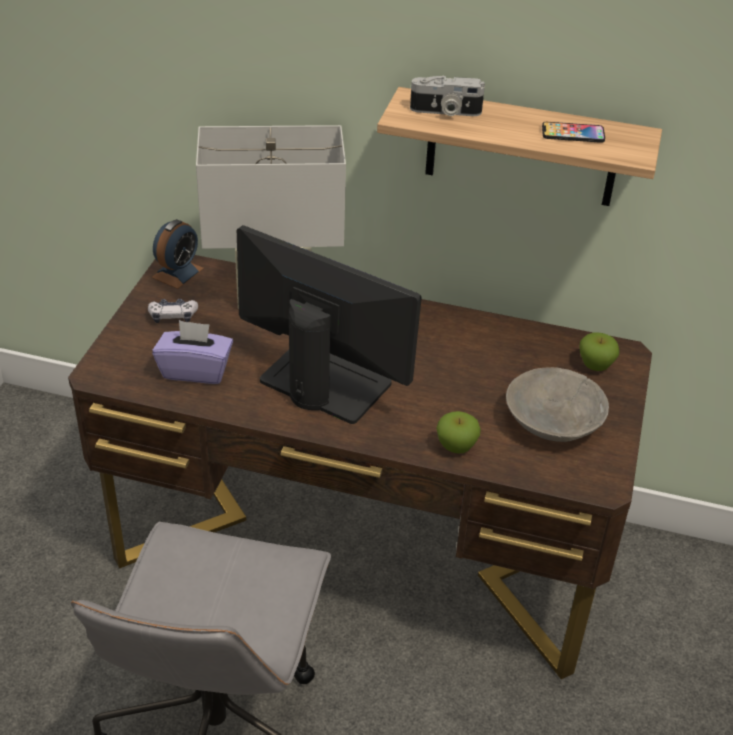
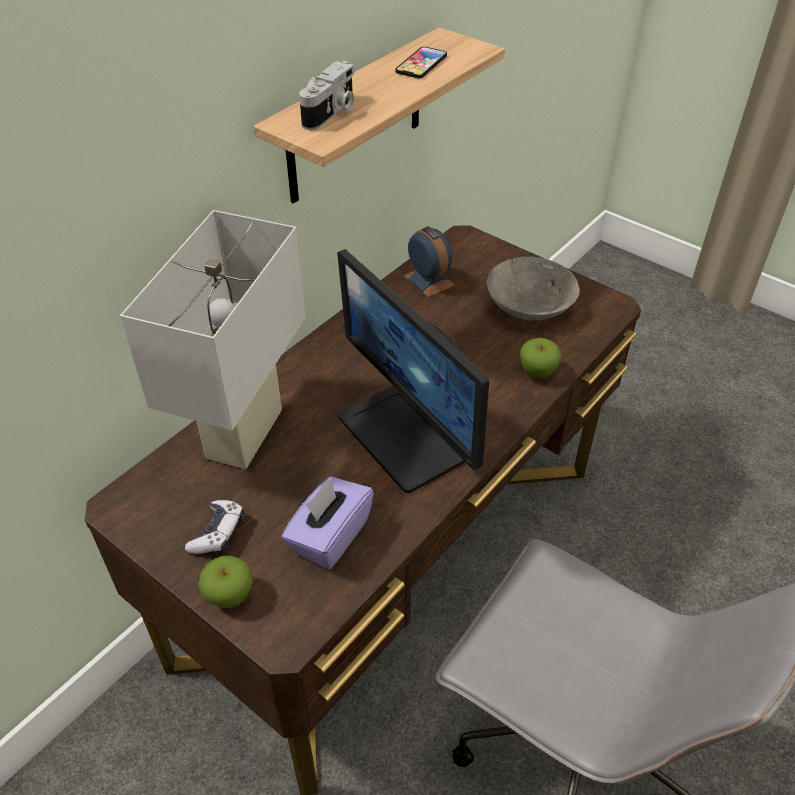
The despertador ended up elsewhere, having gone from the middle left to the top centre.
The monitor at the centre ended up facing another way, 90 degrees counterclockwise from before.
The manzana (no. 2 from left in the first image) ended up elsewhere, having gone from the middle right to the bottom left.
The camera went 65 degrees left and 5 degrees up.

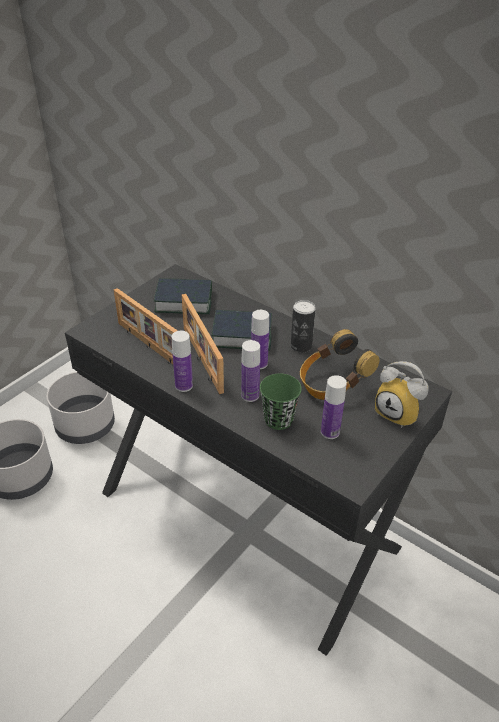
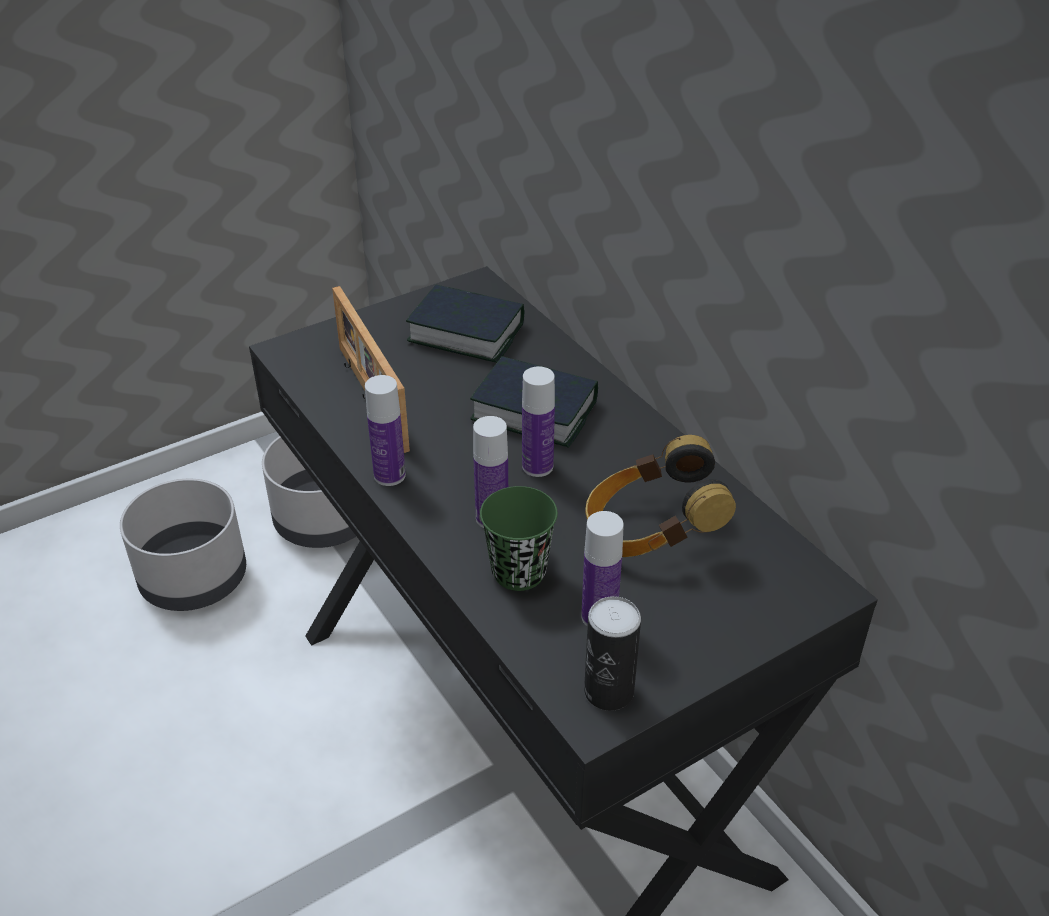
The second view lost the portarretratos (no. 2 from left) at the centre.
The lata ended up elsewhere, having gone from the centre to the bottom centre.
The second view lost the despertador at the middle right.
The camera went 20 degrees right and 0 degrees up.

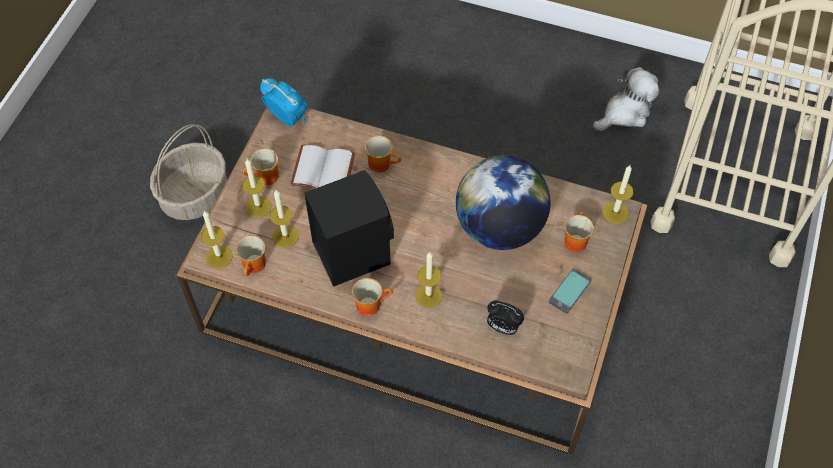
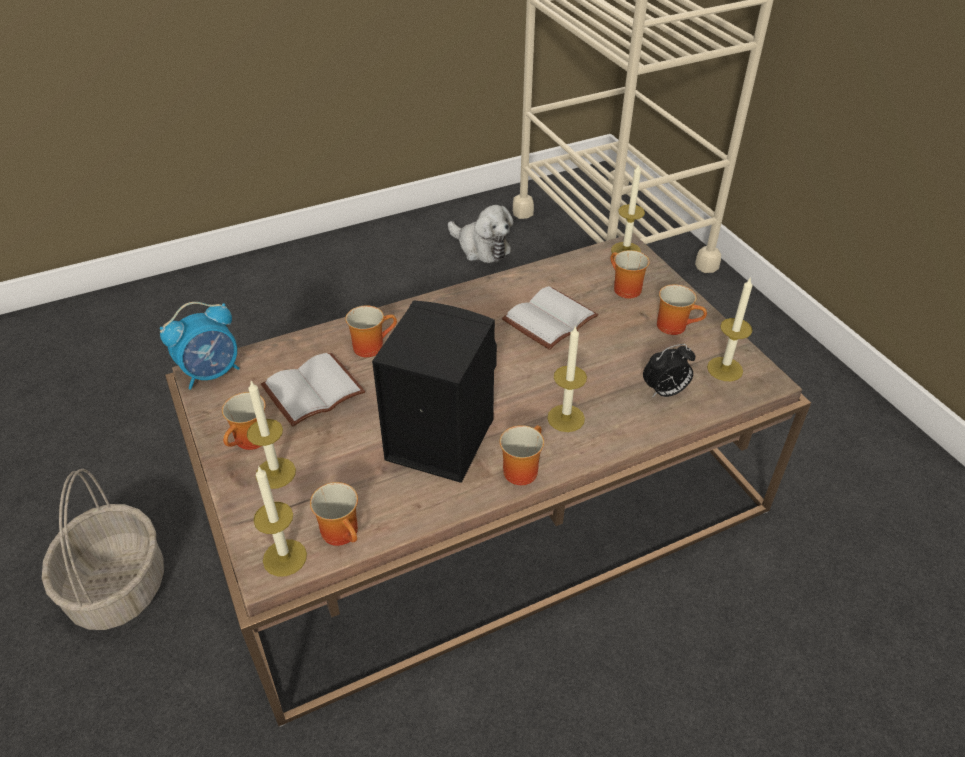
The peluche at the top right ended up facing another way, 120 degrees clockwise from before.
The despertador (no. 1 from left) at the top centre ended up facing another way, 150 degrees clockwise from before.
Where the globo terráqueo stood at the centre, the libro [blanco] (no. 2 from left) came to stand at the centre.
The vela (no. 3 from left in the first image) ended up elsewhere, having gone from the centre to the middle right.
Where the móvil stood at the middle right, the taza grande (no. 6 from left) came to stand at the middle right.
The camera went 45 degrees left and 15 degrees down.

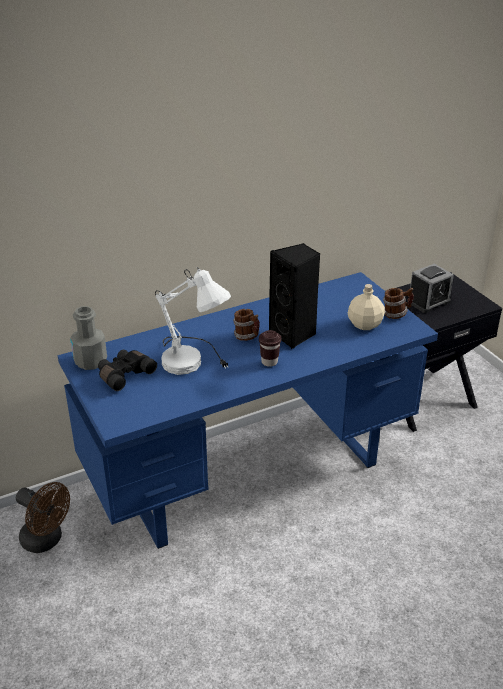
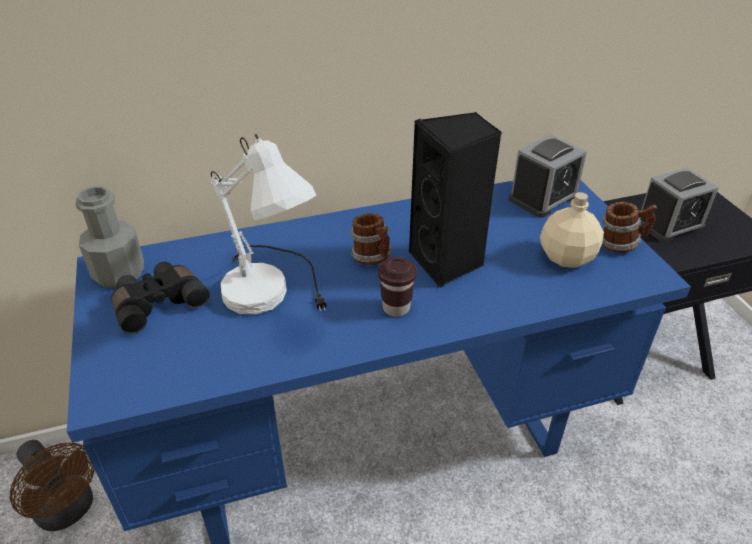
The second view gained the despertador (no. 1 from left) at the top right.
The camera went 10 degrees right and 5 degrees up.

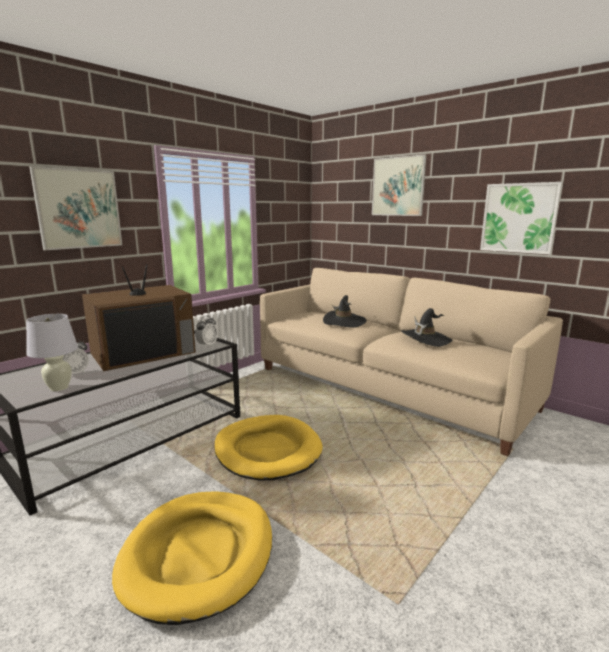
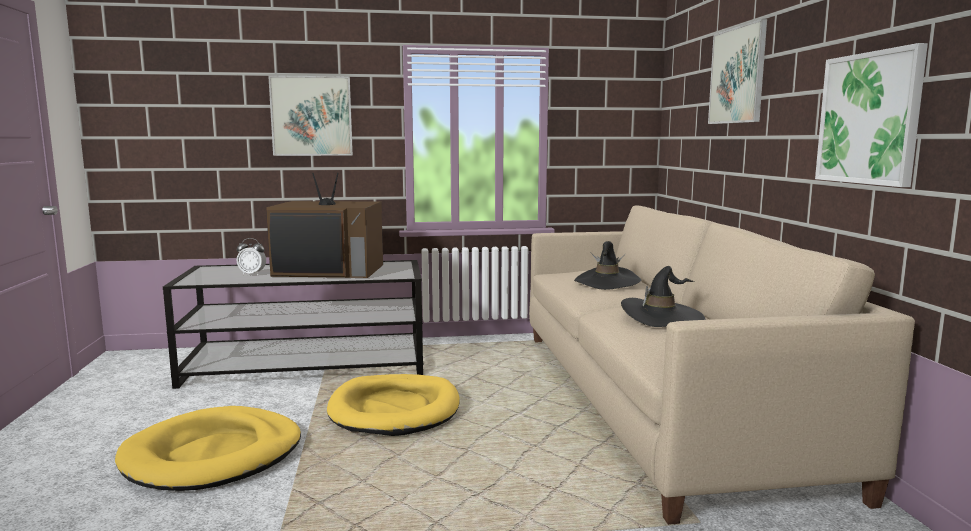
The second view lost the lámpara de mesa [blanco] at the middle left.
The second view lost the despertador (no. 2 from left) at the centre.
The camera went 40 degrees right and 5 degrees down.

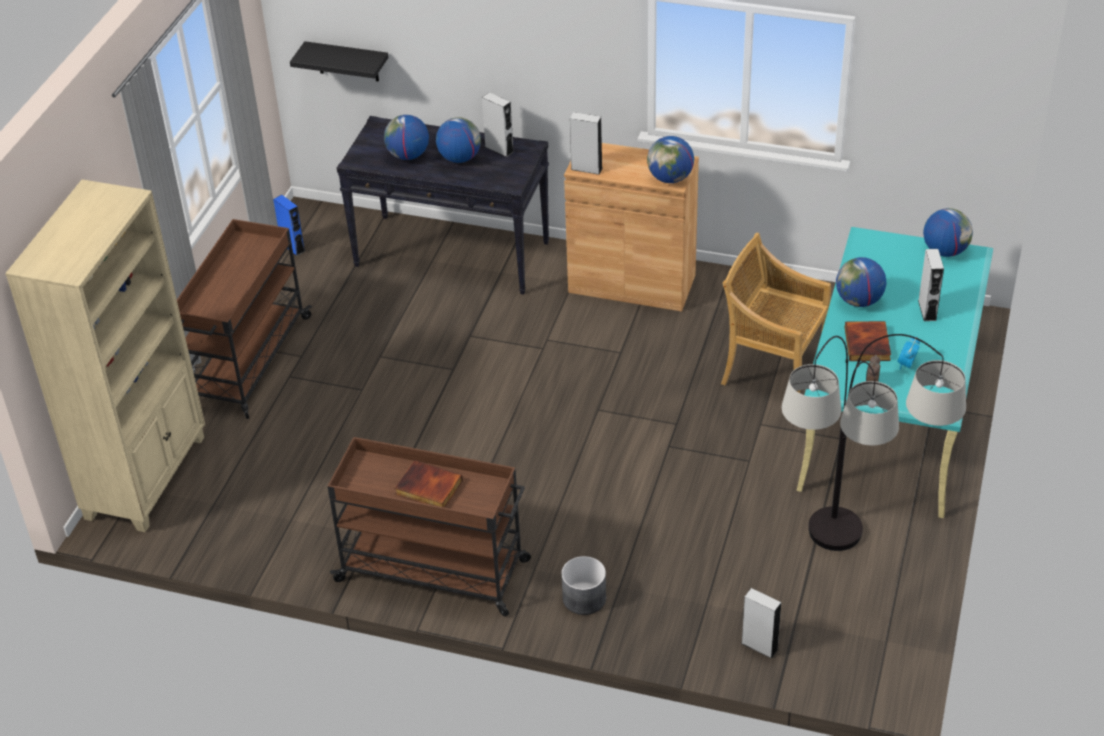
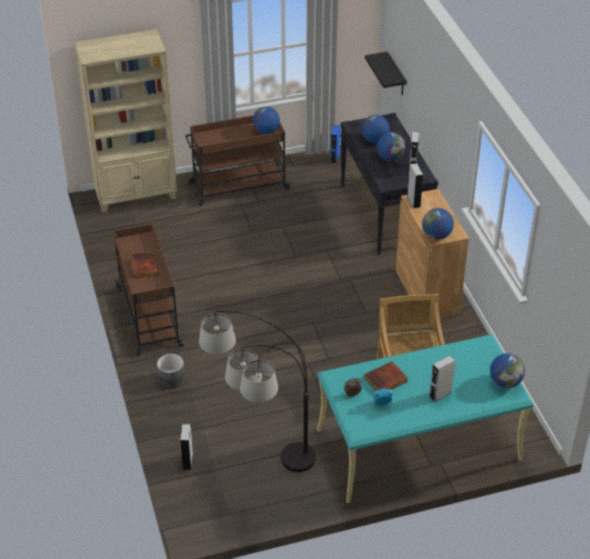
The globo terráqueo (no. 4 from left in the first image) ended up elsewhere, having gone from the middle right to the top centre.
The camera went 55 degrees right and 0 degrees up.

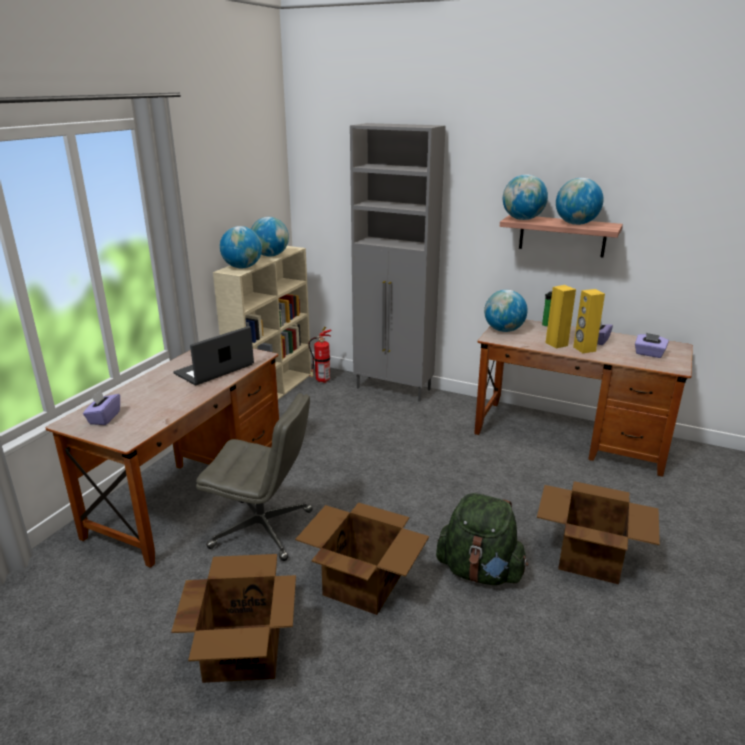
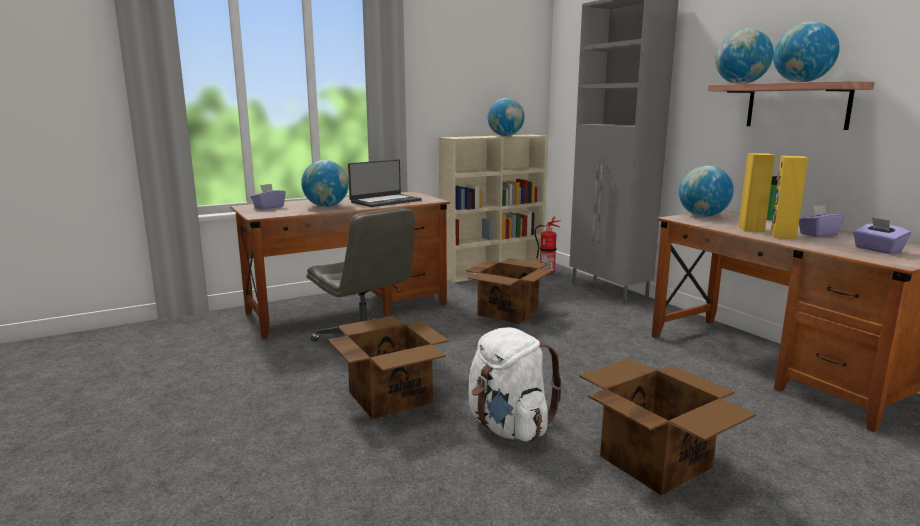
The globo terráqueo (no. 1 from left) ended up elsewhere, having gone from the top left to the centre.
The portátil at the middle left ended up facing another way, 150 degrees clockwise from before.
What was the mochila [verde] at the bottom centre turned into the mochila [blanco] at the bottom centre.
The caja de cartón (no. 1 from left in the first image) ended up elsewhere, having gone from the bottom left to the centre.
The camera went 35 degrees right and 10 degrees down.

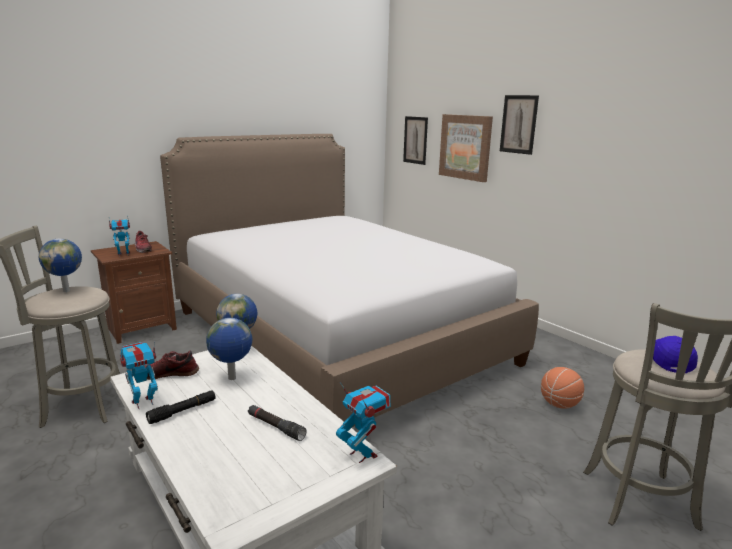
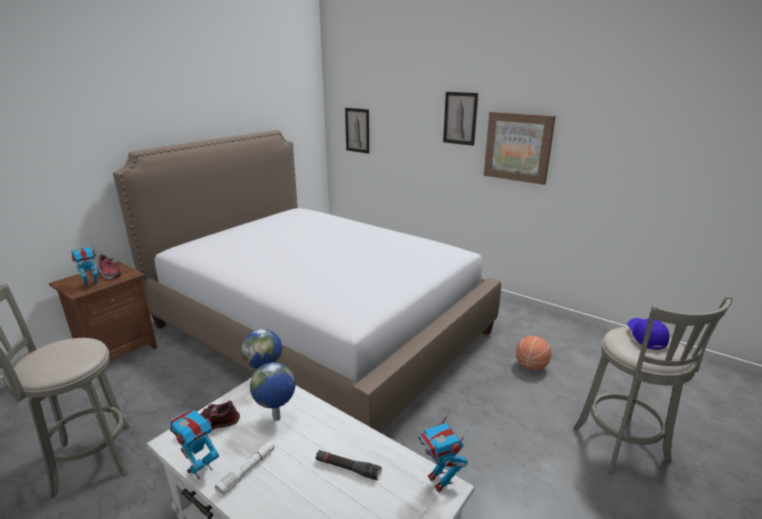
The cuadro (no. 2 from left in the first image) ended up elsewhere, having gone from the top centre to the top right.
The second view lost the globo terráqueo (no. 1 from left) at the middle left.
The robot de juguete (no. 3 from left) at the bottom centre ended up facing another way, 150 degrees counterclockwise from before.
What was the linterna [negro] (no. 1 from left) at the bottom left turned into the linterna [blanco] at the bottom left.
The camera went 15 degrees left and 5 degrees up.

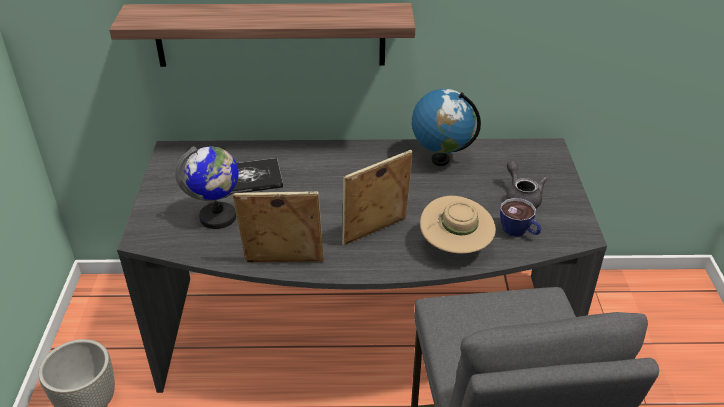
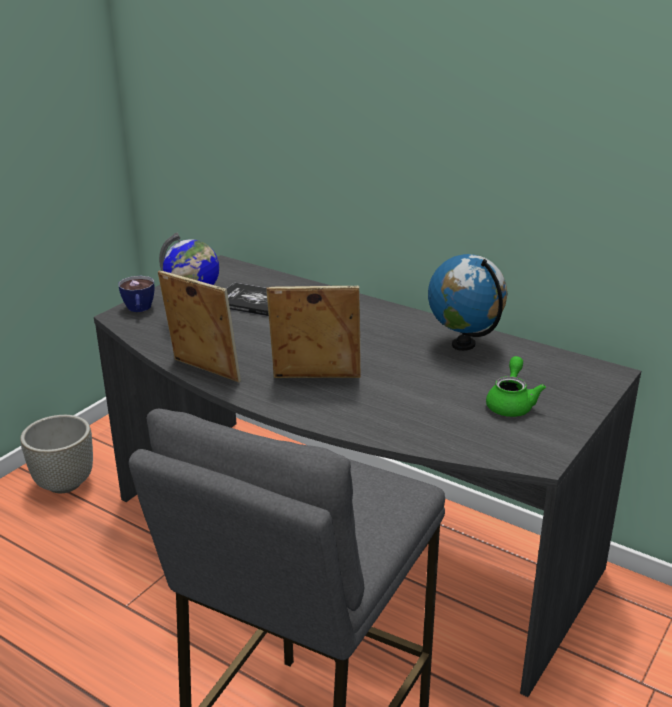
The second view lost the estante at the top centre.
What was the tetera [gris] at the middle right turned into the tetera [verde] at the middle right.
The second view lost the sombrero [beis] at the centre.
The taza ended up elsewhere, having gone from the middle right to the middle left.
The camera went 35 degrees right and 10 degrees down.

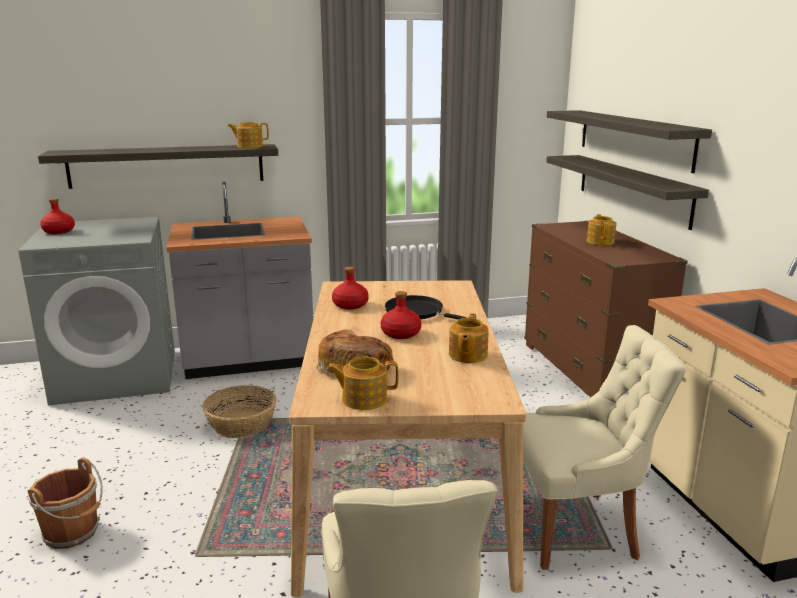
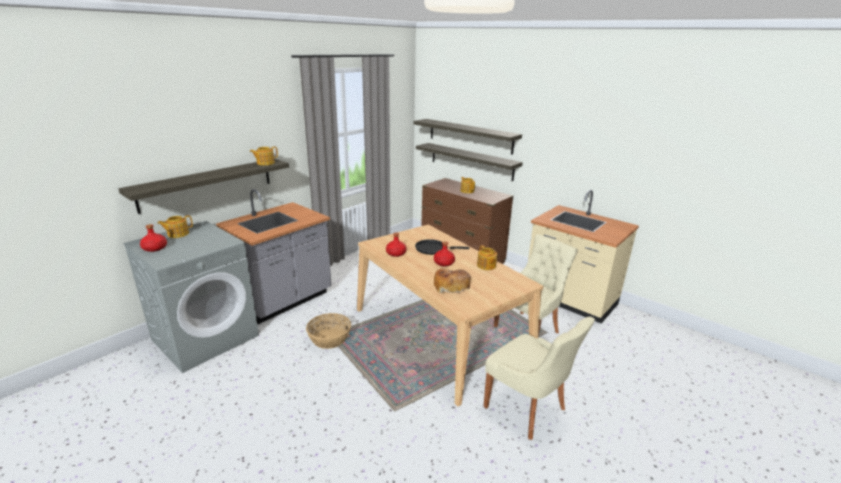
The tetera (no. 2 from left in the first image) ended up elsewhere, having gone from the centre to the middle left.
The second view lost the cubo [marrón] at the bottom left.
The camera went 35 degrees left and 5 degrees up.

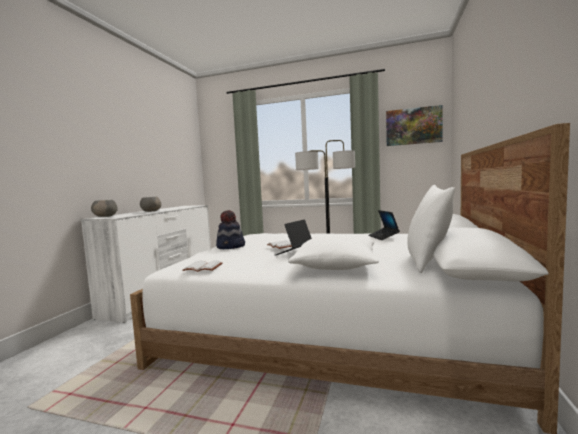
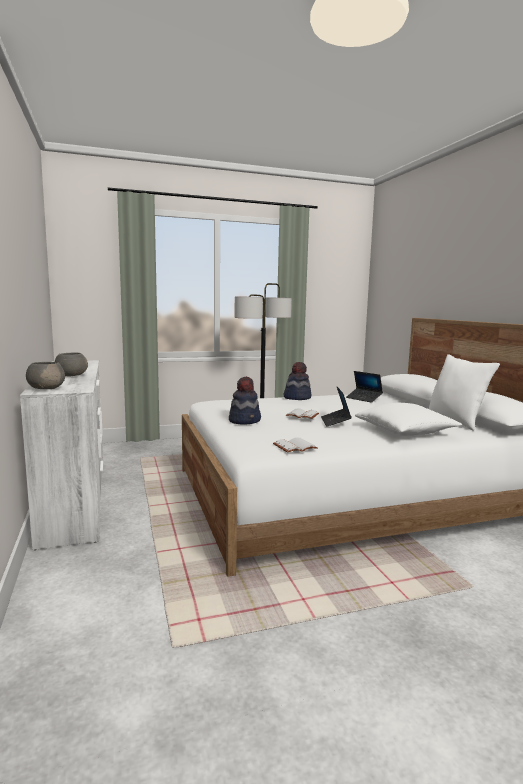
The second view lost the cuadro at the top right.
The second view gained the sombrero (no. 2 from left) at the centre.
The camera went 35 degrees left and 5 degrees up.

